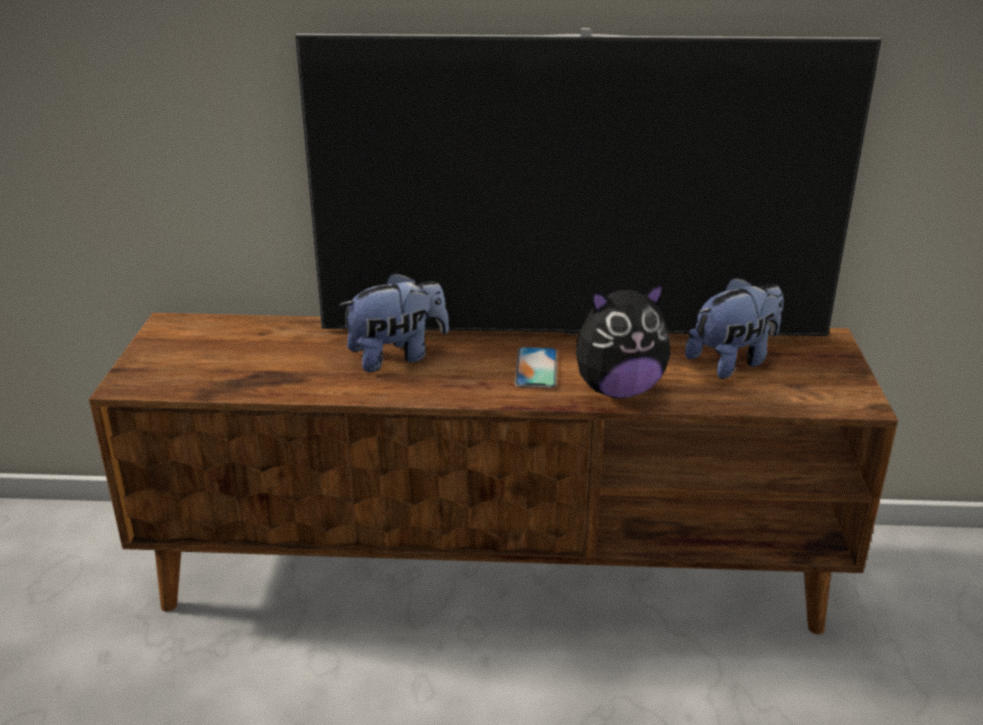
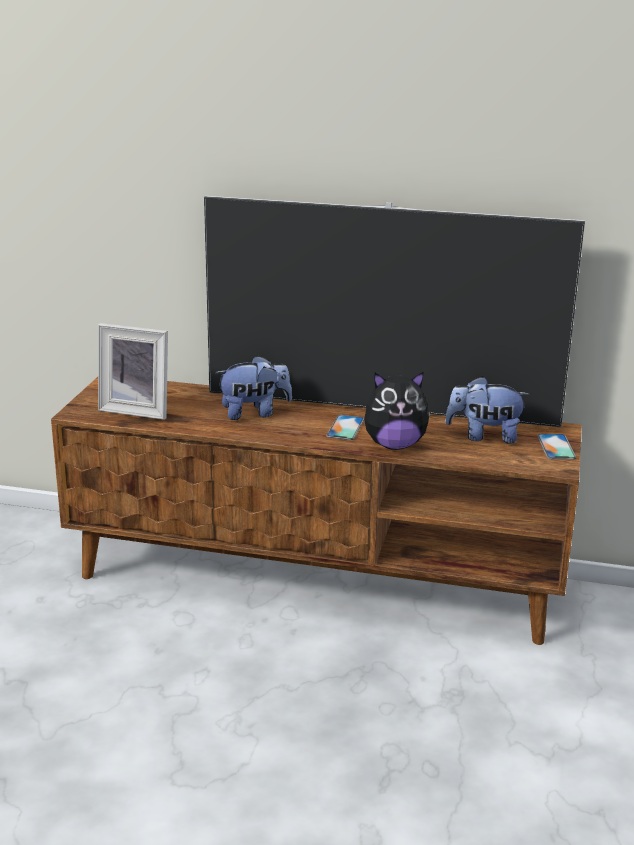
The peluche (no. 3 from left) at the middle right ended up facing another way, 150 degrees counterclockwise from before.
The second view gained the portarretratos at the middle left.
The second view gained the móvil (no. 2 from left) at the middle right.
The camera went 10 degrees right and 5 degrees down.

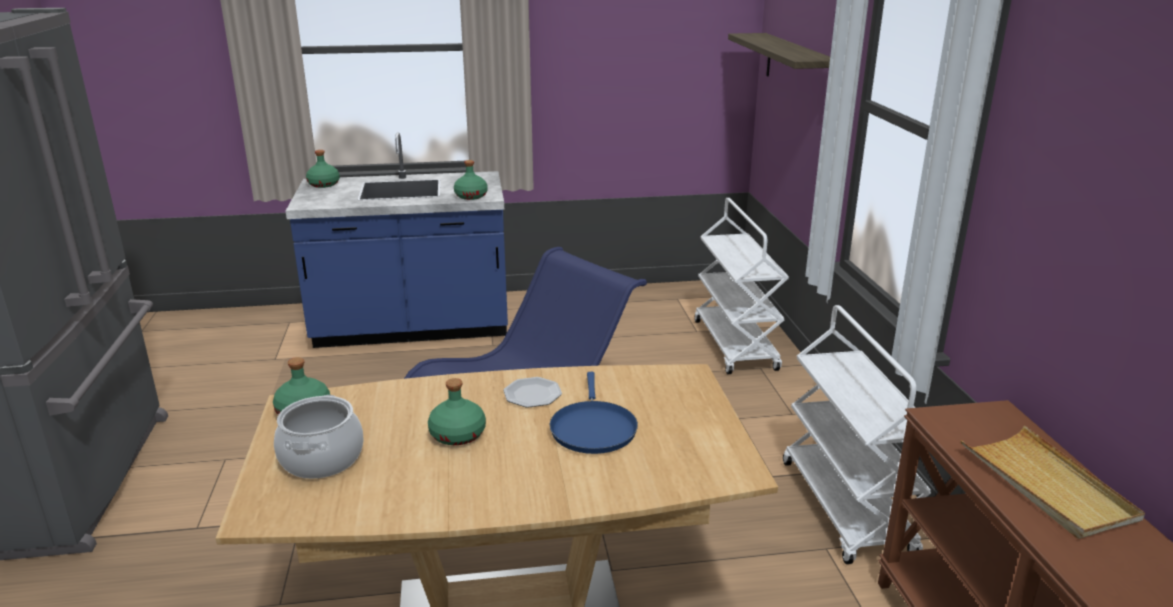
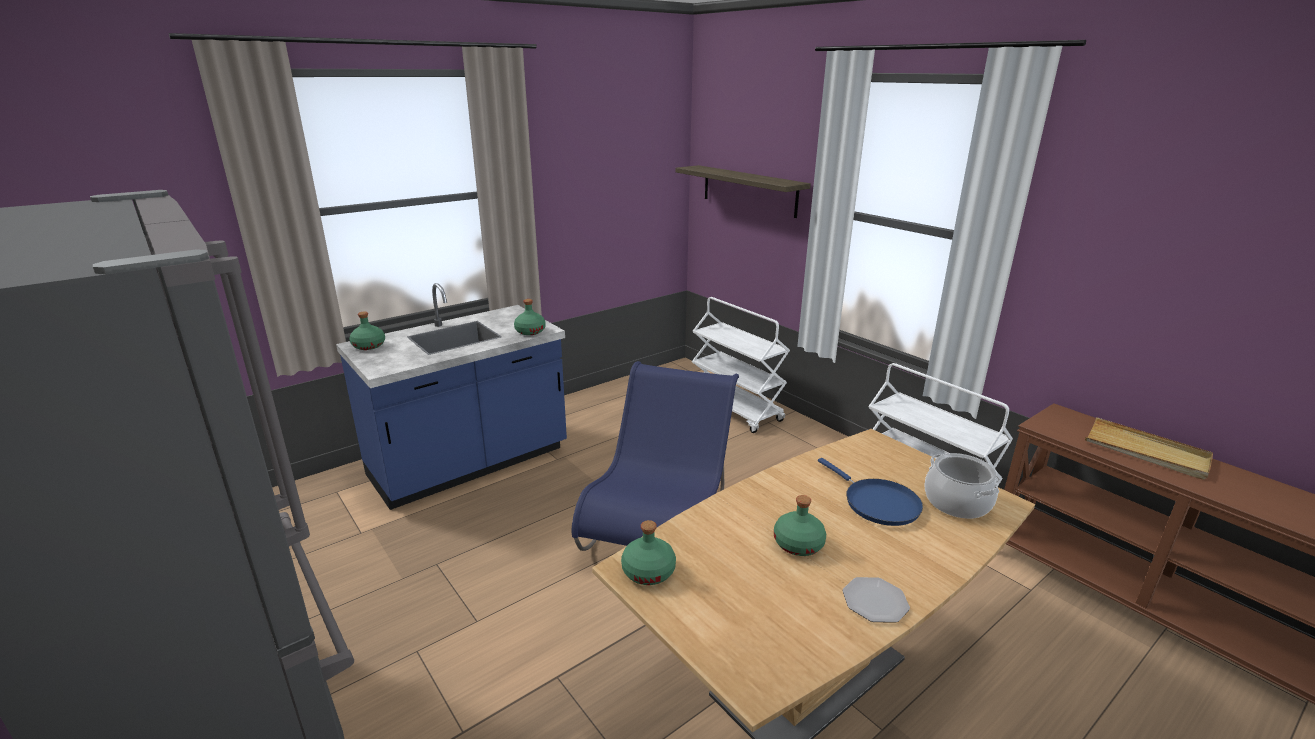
The plato ended up elsewhere, having gone from the centre to the bottom centre.
The olla ended up elsewhere, having gone from the bottom left to the middle right.
The camera went 30 degrees left and 0 degrees up.

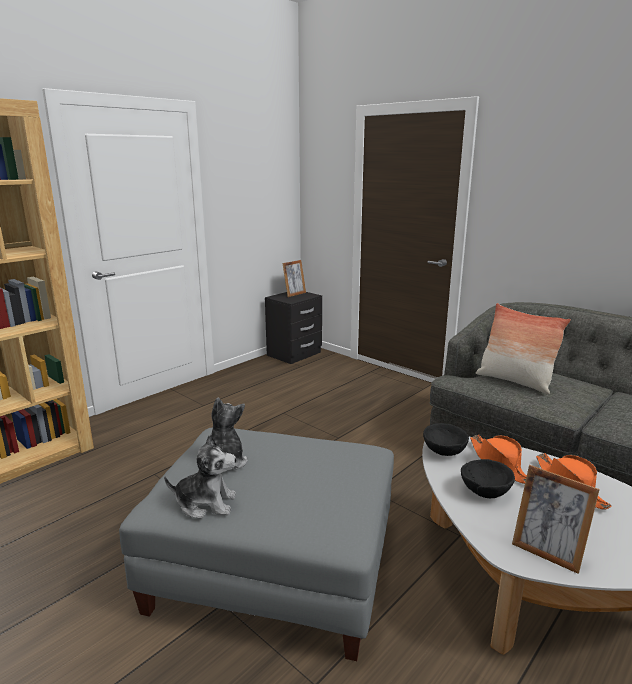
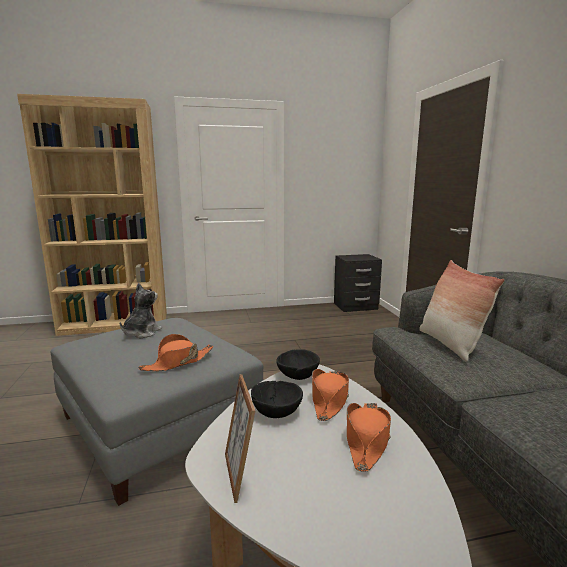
The second view lost the portarretratos (no. 1 from left) at the centre.
The second view lost the peluche (no. 1 from left) at the bottom left.
The second view gained the sombrero [naranja] (no. 1 from left) at the middle left.
The camera went 35 degrees right and 5 degrees down.

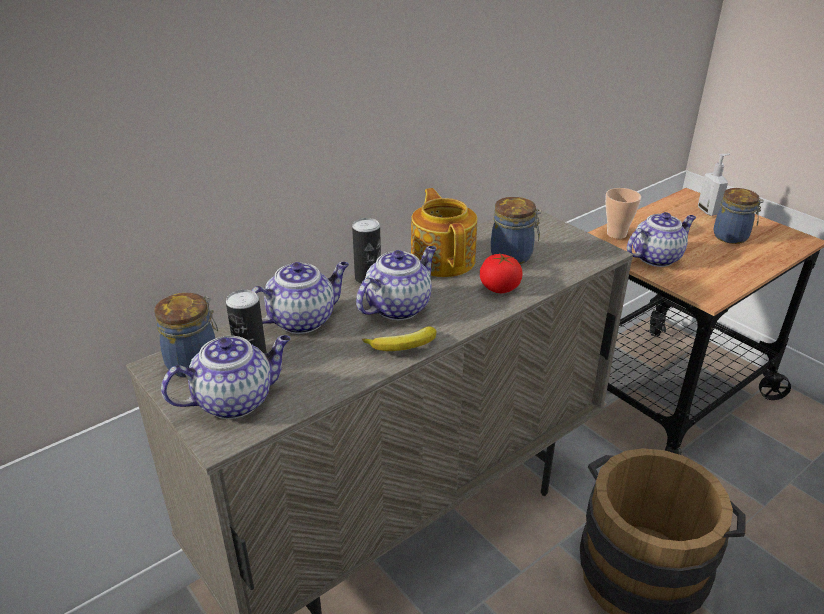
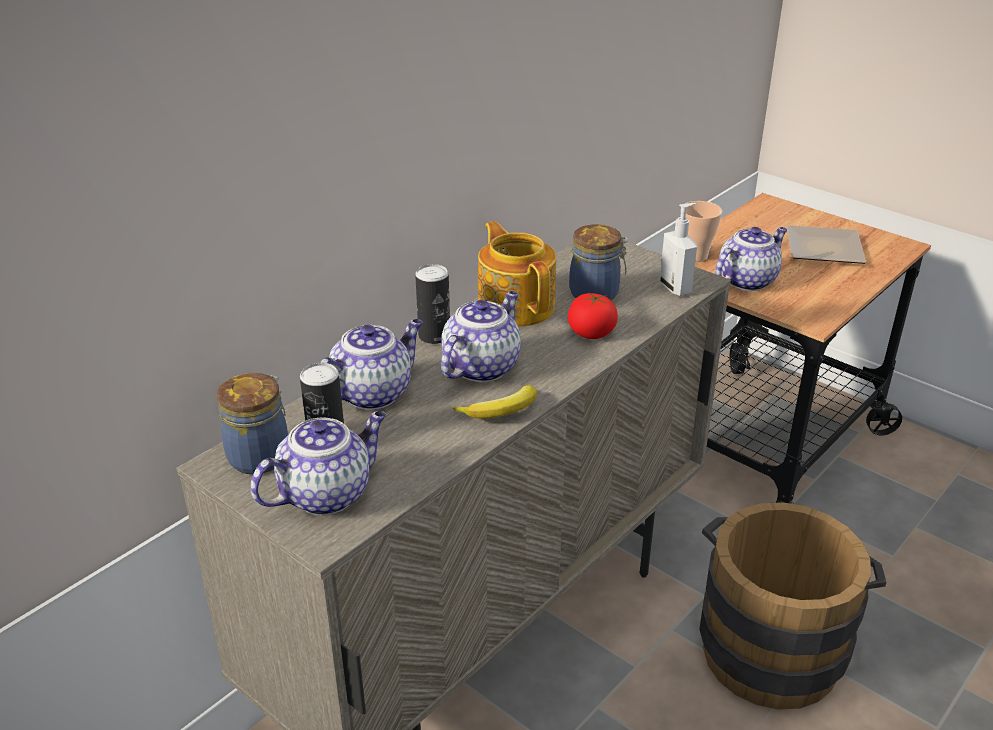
The dispensador de jabón ended up elsewhere, having gone from the top right to the middle right.
Where the tarro (no. 3 from left) stood at the middle right, the plato came to stand at the middle right.
The camera went 10 degrees left and 0 degrees up.

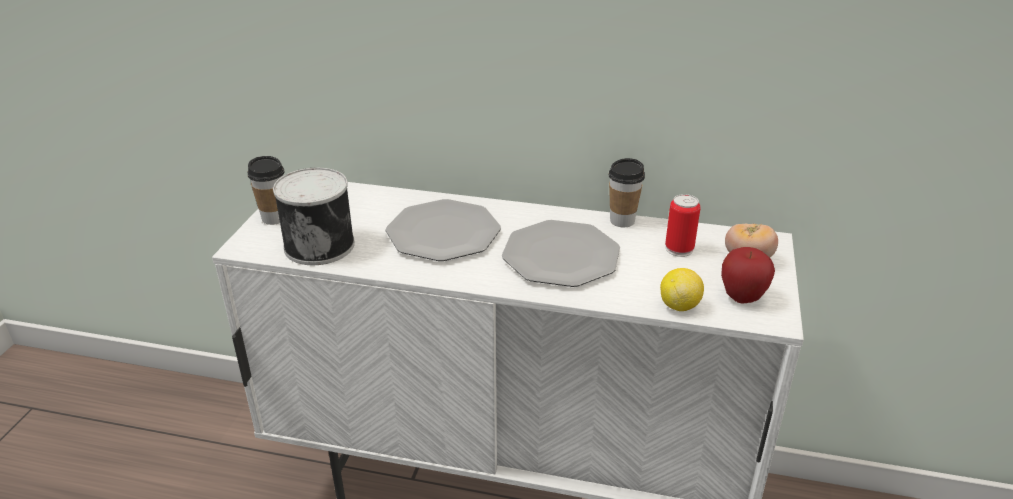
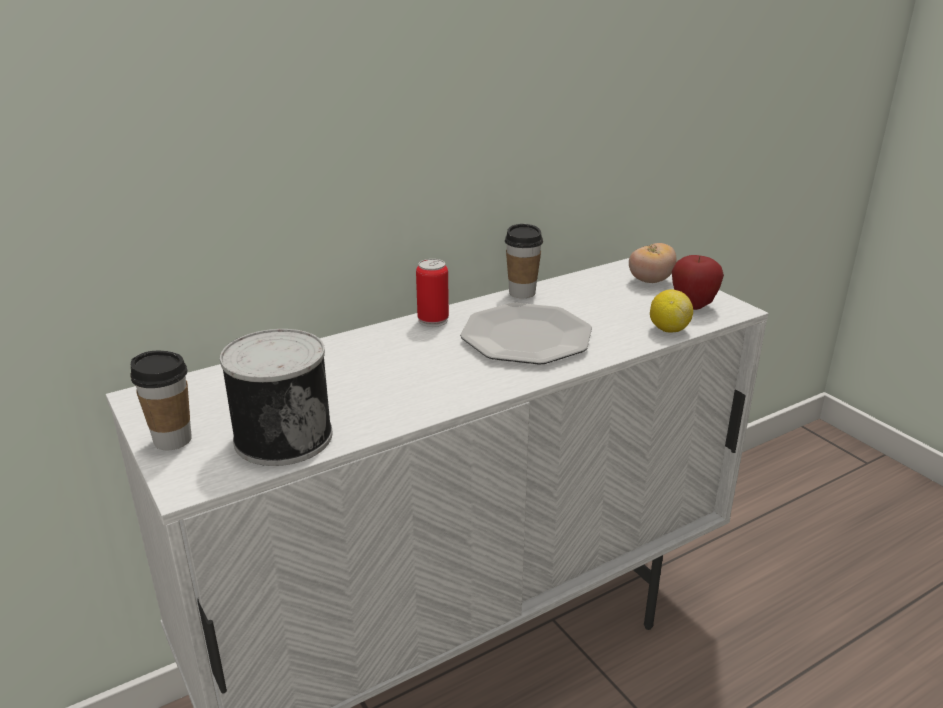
The lata (no. 2 from left) ended up elsewhere, having gone from the middle right to the centre.
The second view lost the plato (no. 1 from left) at the centre.
The camera went 45 degrees left and 5 degrees down.

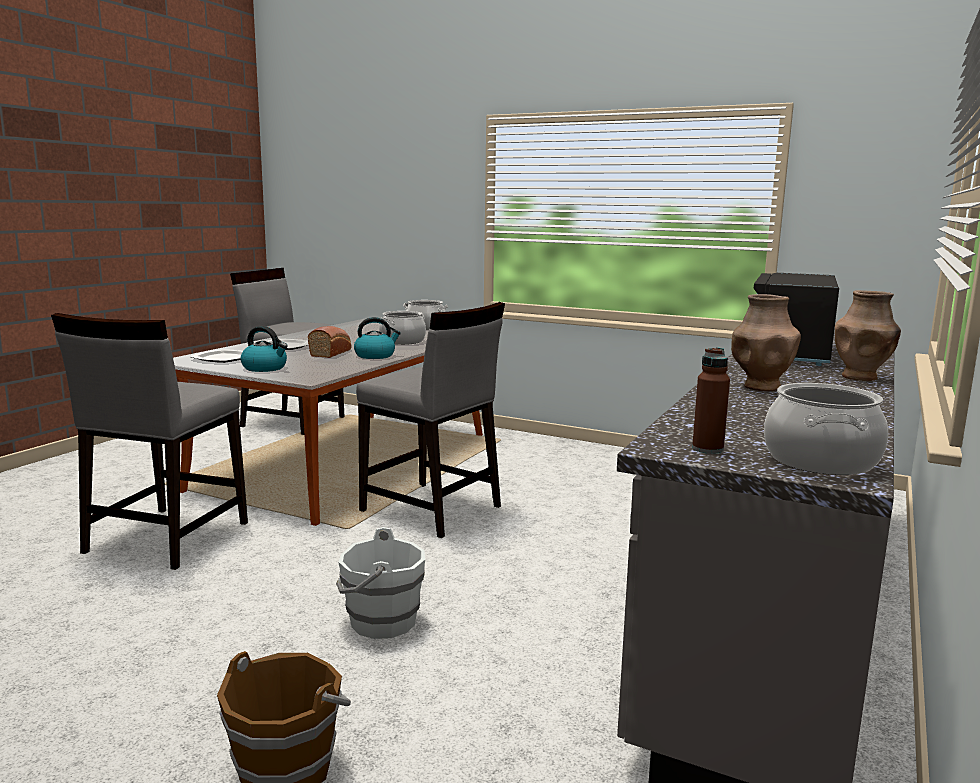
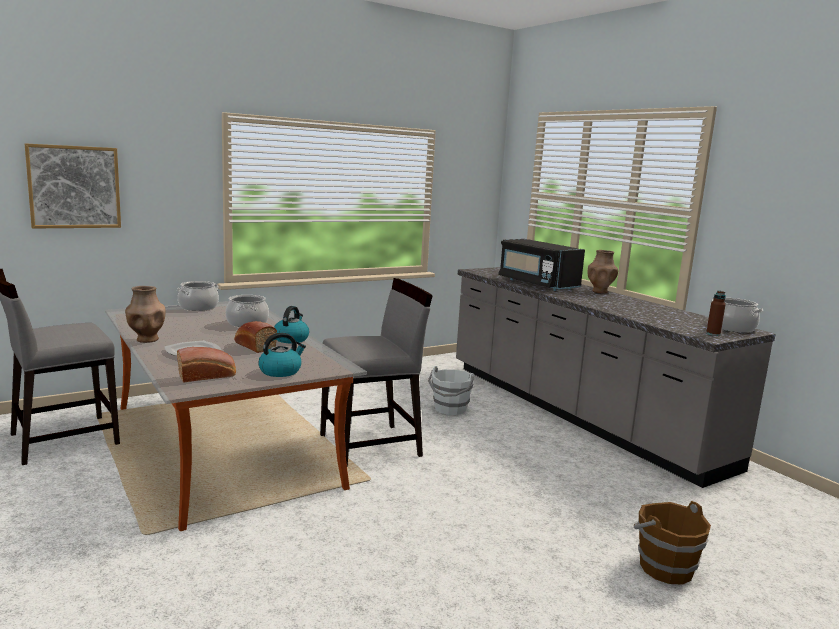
The florero [marrón] (no. 1 from left) ended up elsewhere, having gone from the middle right to the middle left.
The second view lost the silla [gris] (no. 1 from left) at the middle left.
Where the plato (no. 1 from left) stood at the middle left, the pan (no. 1 from left) came to stand at the middle left.
The cubo [blanco] ended up elsewhere, having gone from the bottom centre to the centre.
The second view gained the cuadro at the top left.
The camera went 60 degrees left and 0 degrees up.

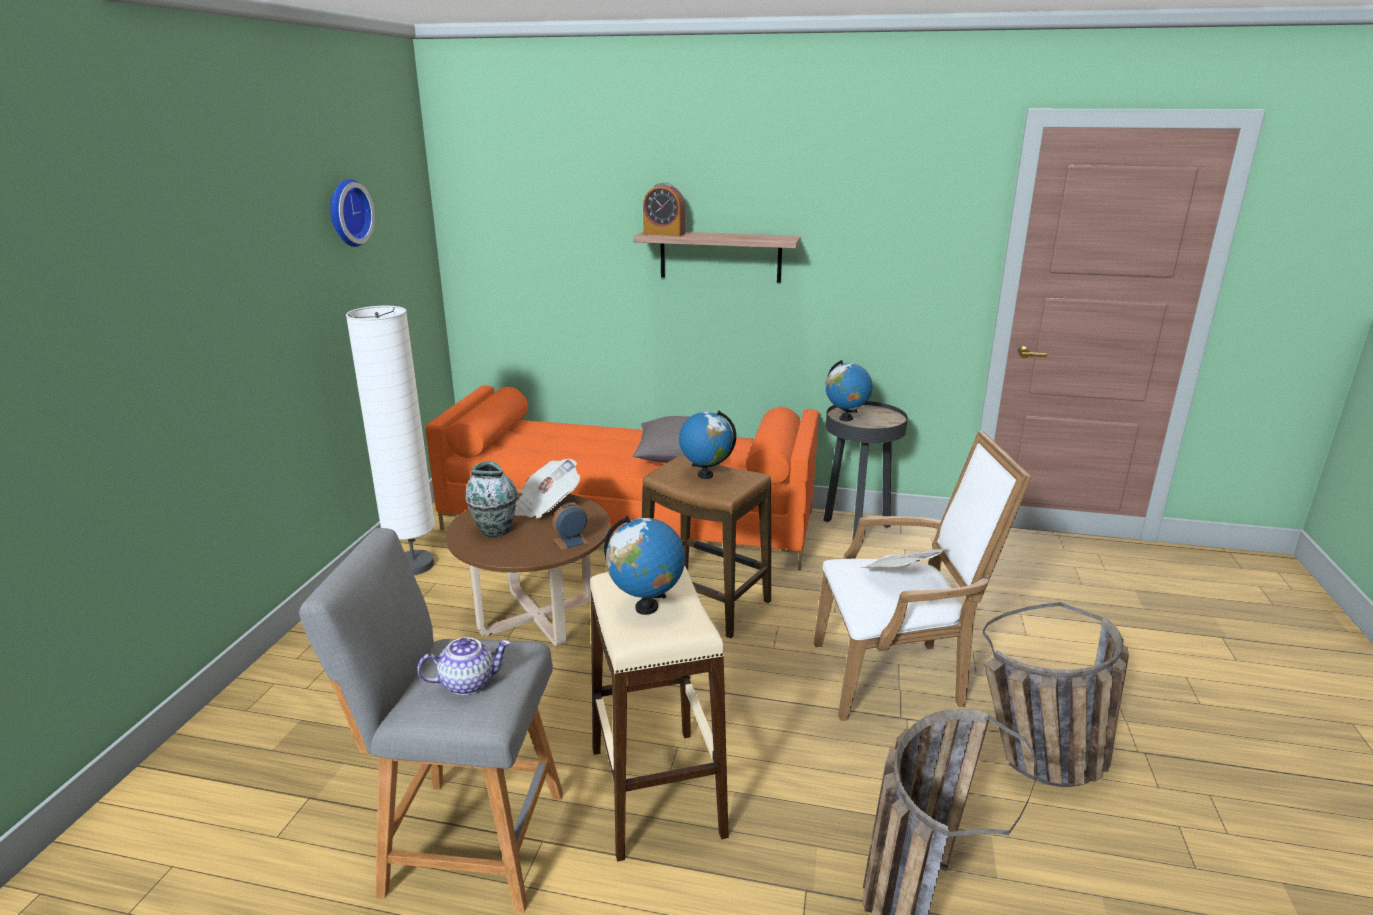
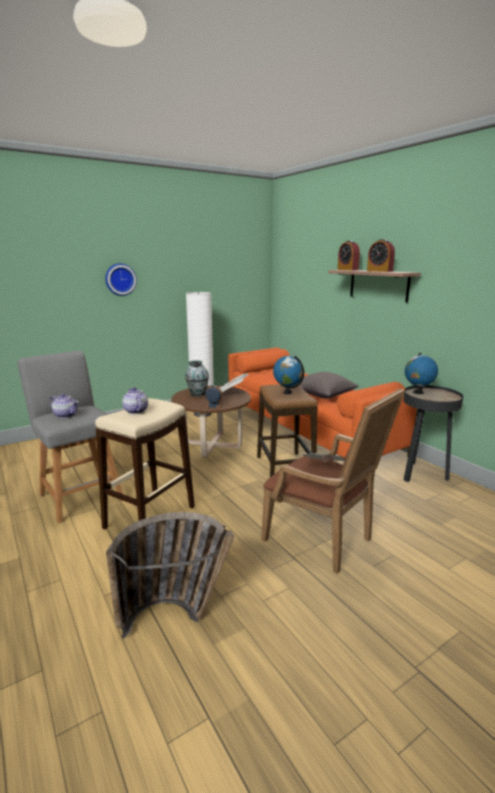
The reloj de pared ended up elsewhere, having gone from the top left to the middle left.
What was the sillón [blanco] at the middle right turned into the sillón [marrón] at the middle right.
Where the globo terráqueo (no. 1 from left) stood at the centre, the tetera (no. 2 from left) came to stand at the middle left.
The second view lost the cesta (no. 2 from left) at the bottom right.
The second view gained the despertador (no. 3 from left) at the top right.
The camera went 45 degrees right and 5 degrees down.

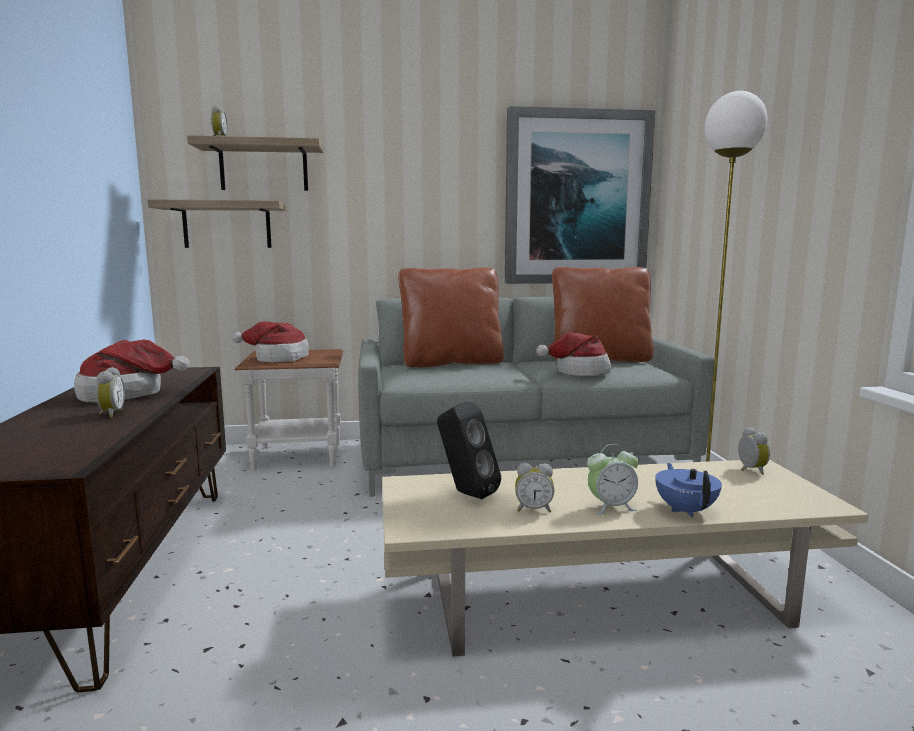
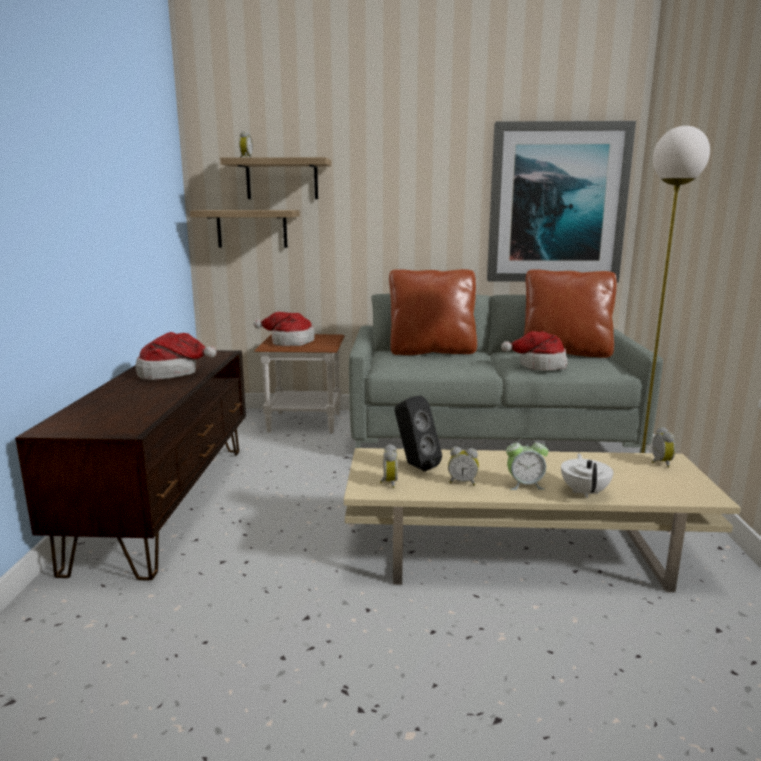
The despertador (no. 1 from left in the first image) ended up elsewhere, having gone from the middle left to the centre.
What was the tetera [azul] at the bottom right turned into the tetera [blanco] at the middle right.
The camera went 10 degrees right and 5 degrees up.

